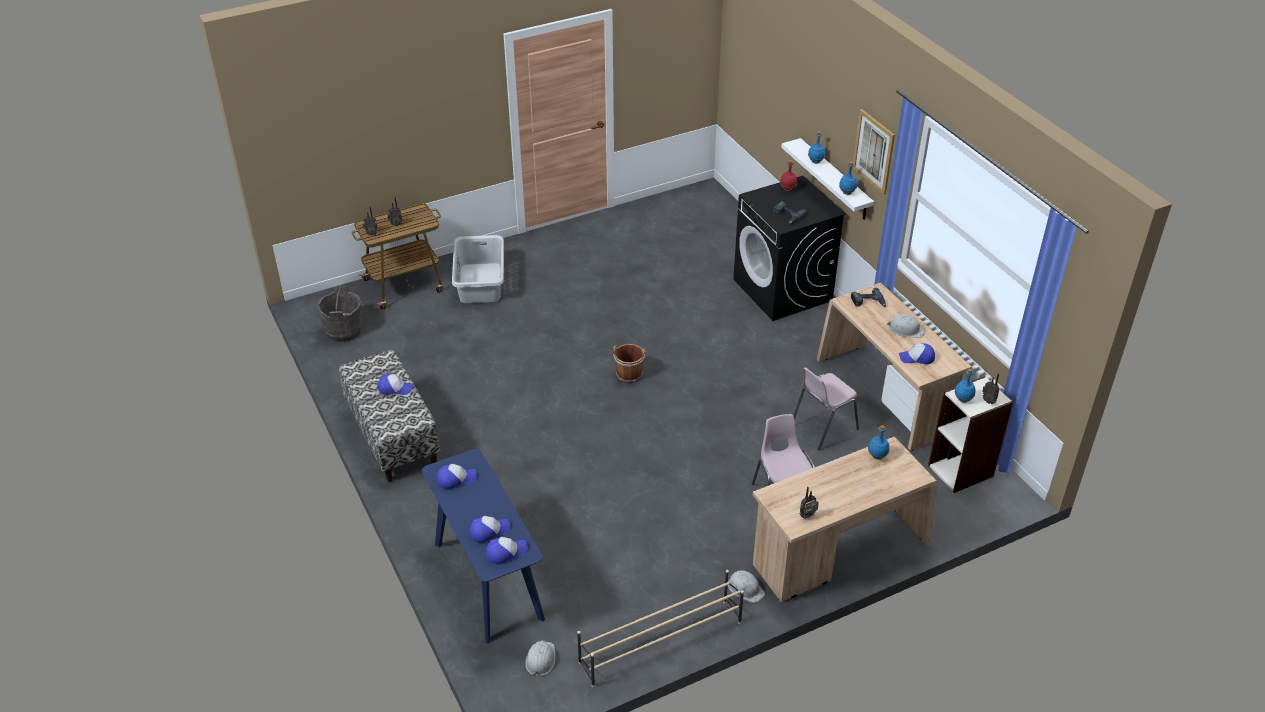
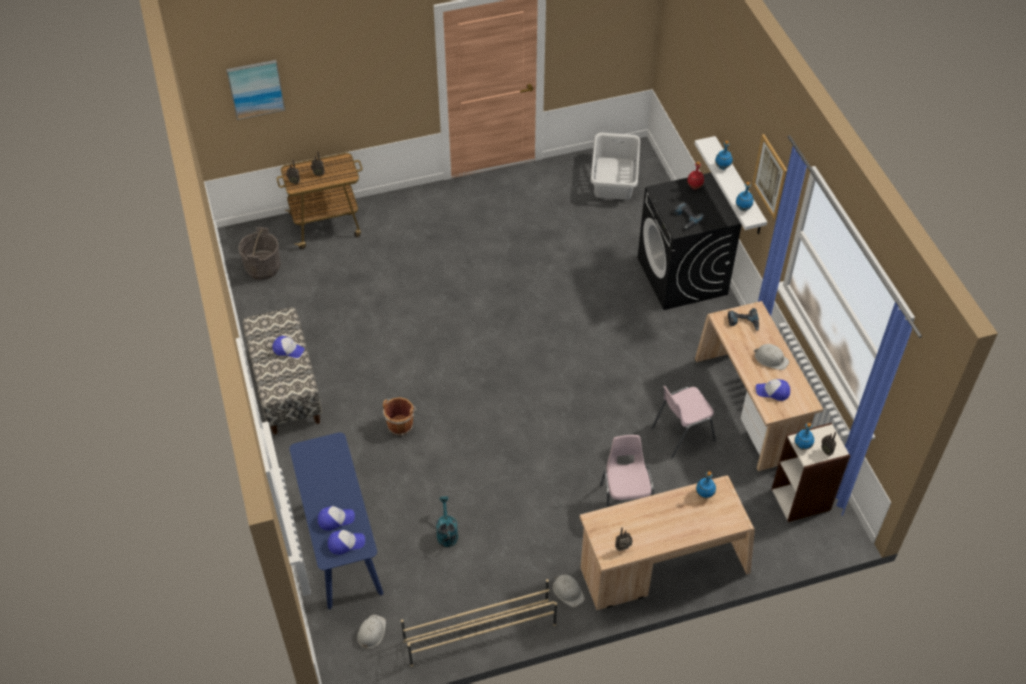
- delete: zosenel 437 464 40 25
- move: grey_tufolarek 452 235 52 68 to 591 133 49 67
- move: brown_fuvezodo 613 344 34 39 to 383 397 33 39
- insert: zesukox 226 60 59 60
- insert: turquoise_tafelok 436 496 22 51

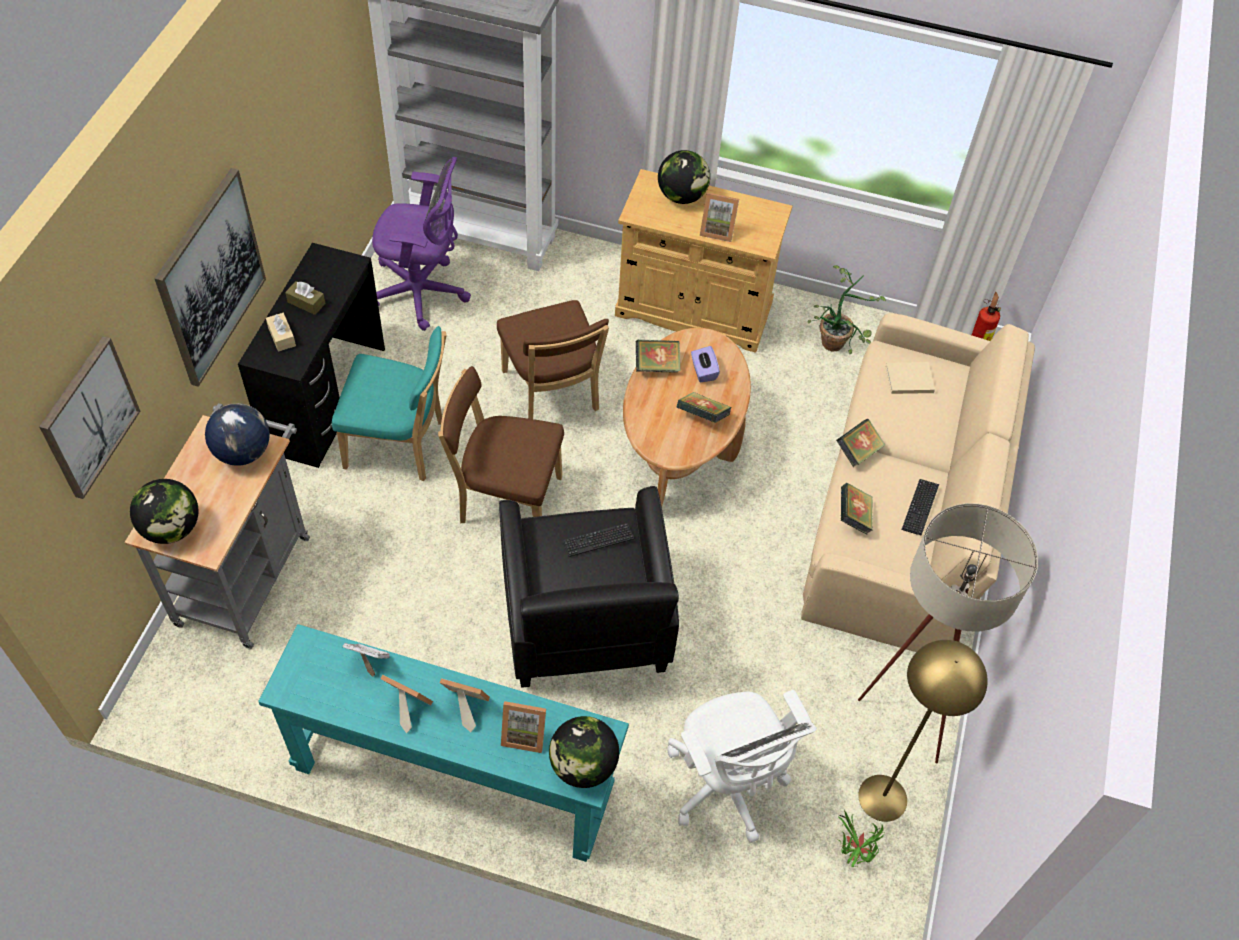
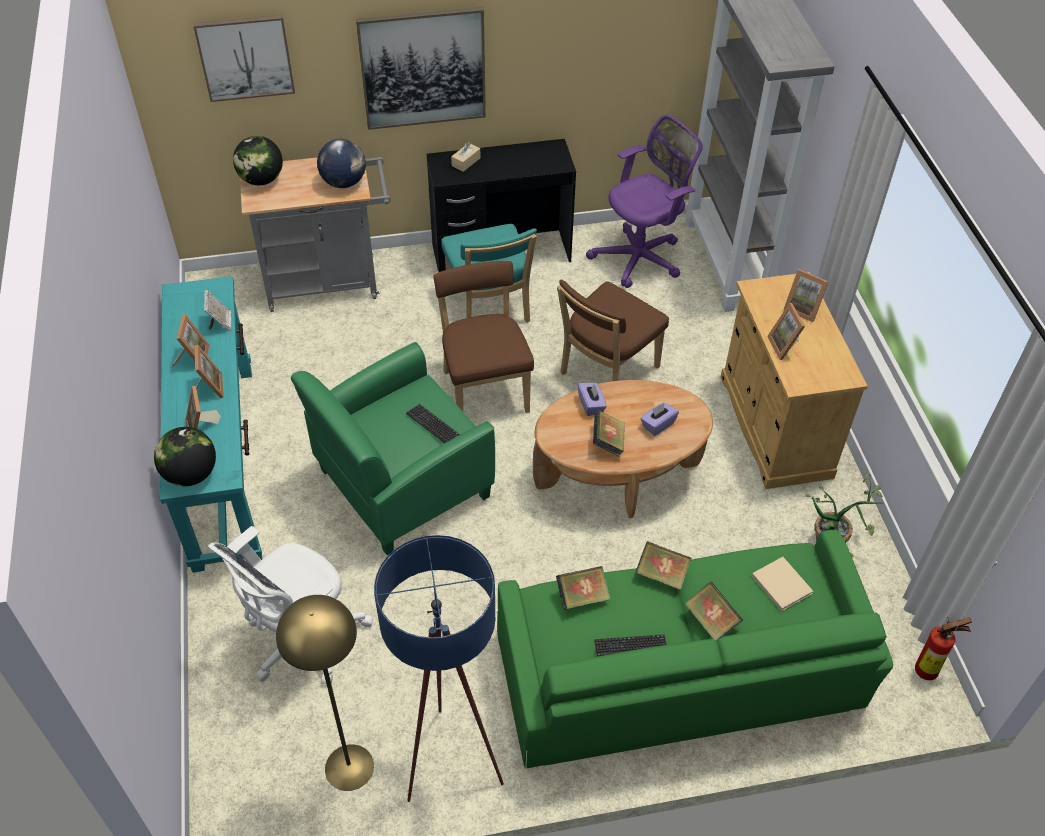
- delete: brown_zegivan 285 281 41 34
- rotate: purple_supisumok 372 157 99 174 = 586 115 117 173 105 degrees counterclockwise
- recolor: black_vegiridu 499 486 180 202 to green_vegiridu 291 342 204 213
- move: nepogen 636 340 45 33 to 684 582 59 59
- replace: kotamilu 658 150 52 54 to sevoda 783 269 46 53
- recolor: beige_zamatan 801 313 234 339 to green_zamatan 497 529 396 239
- delete: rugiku 839 810 46 57
- recolor: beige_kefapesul 858 503 180 260 to blue_kefapesul 374 535 130 267
- insert: purple_zegivan 578 382 29 34

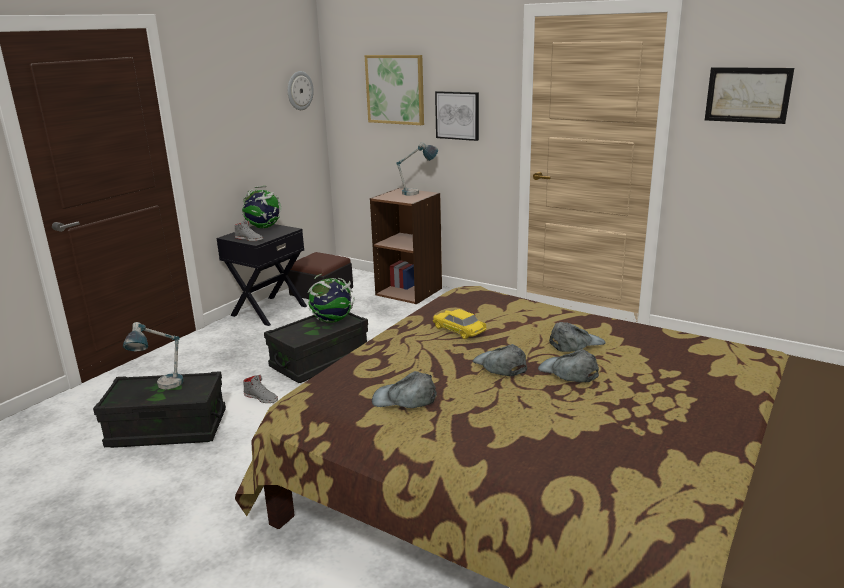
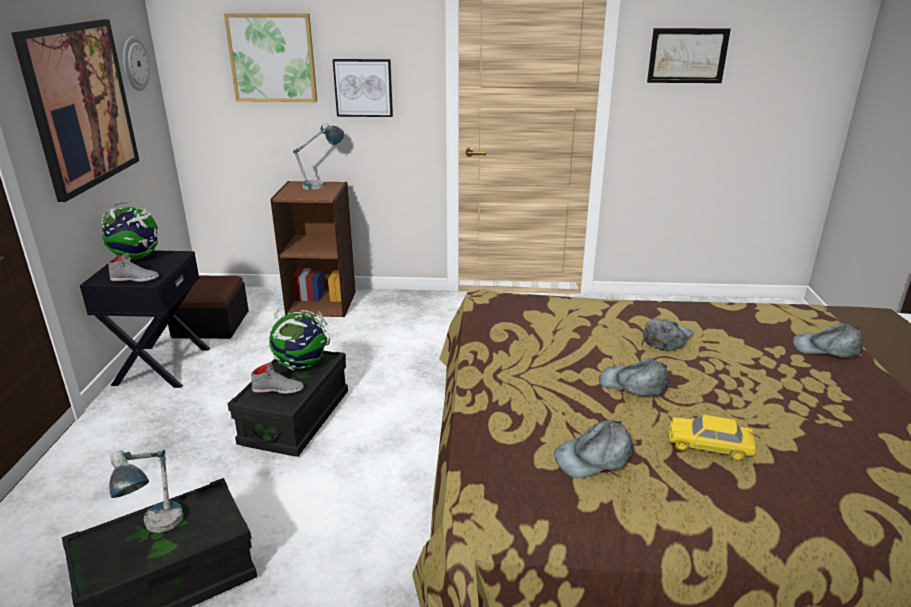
- move: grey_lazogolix 243 374 35 29 to 251 362 53 32
- move: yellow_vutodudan 433 309 53 30 to 668 415 88 46
- move: grey_zosenel 538 349 61 33 to 793 323 70 35
- insert: zesukox 11 19 128 183

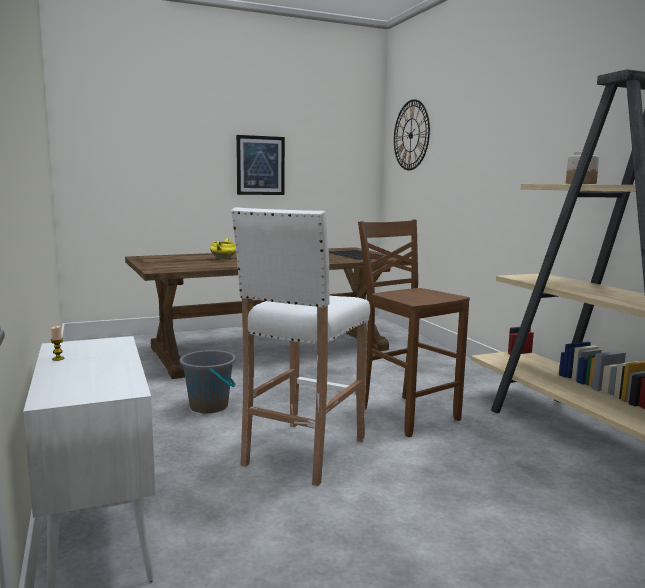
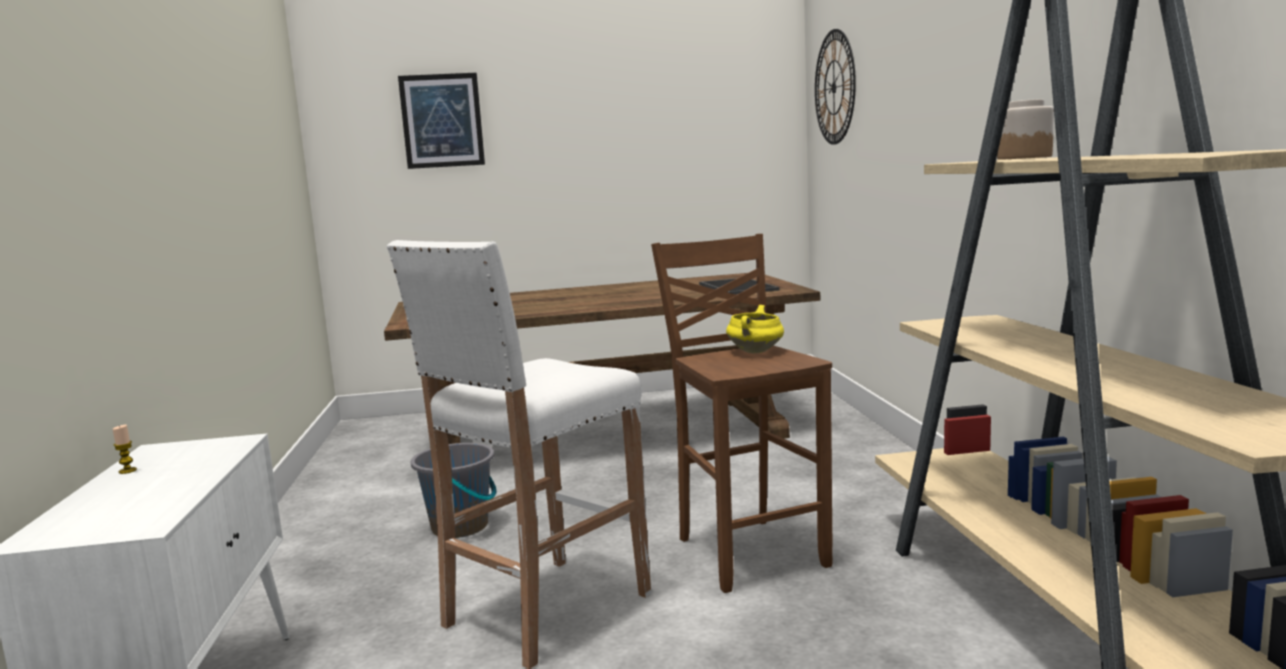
- move: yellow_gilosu 210 238 26 22 to 726 305 58 48
- move: zesukox 236 135 49 60 to 398 73 87 96

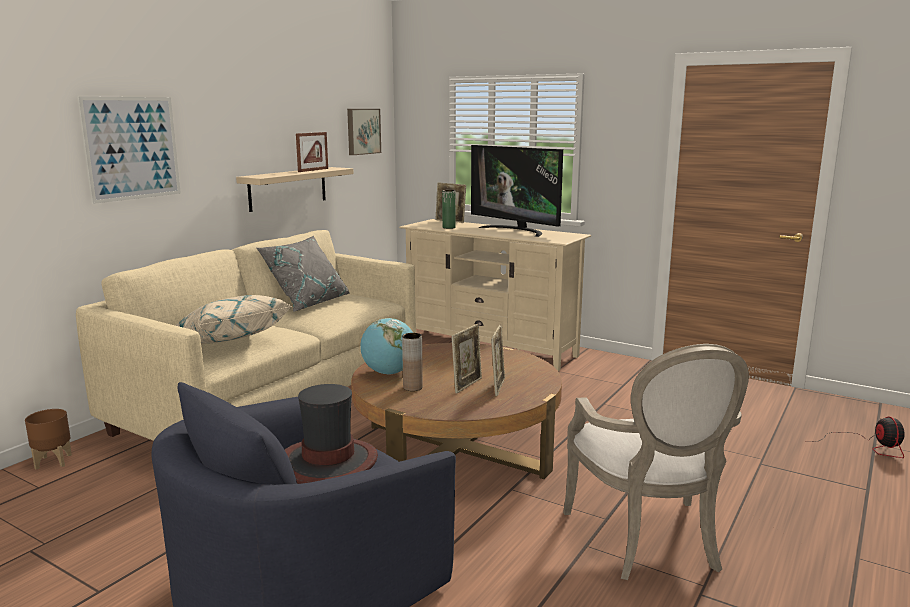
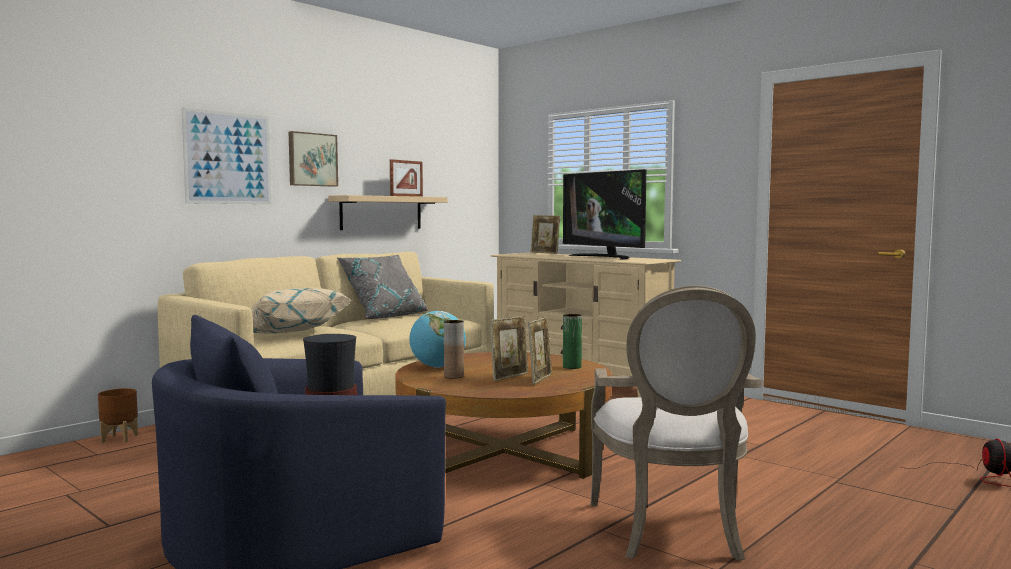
- move: zesukox 347 109 34 46 to 289 131 49 56
- move: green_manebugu 442 190 14 39 to 563 314 19 55

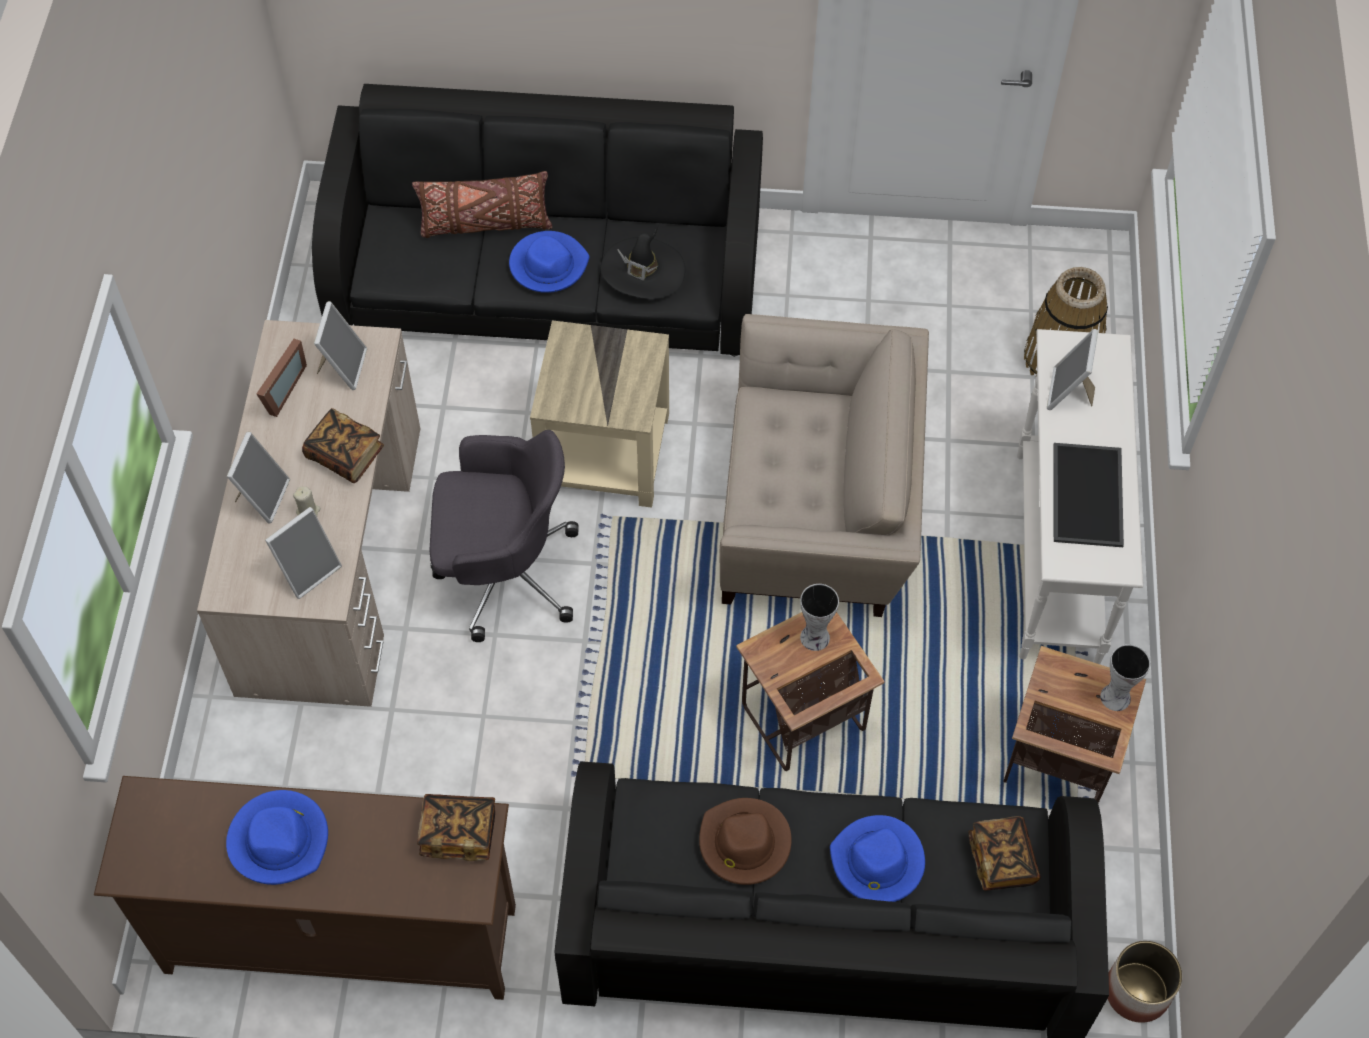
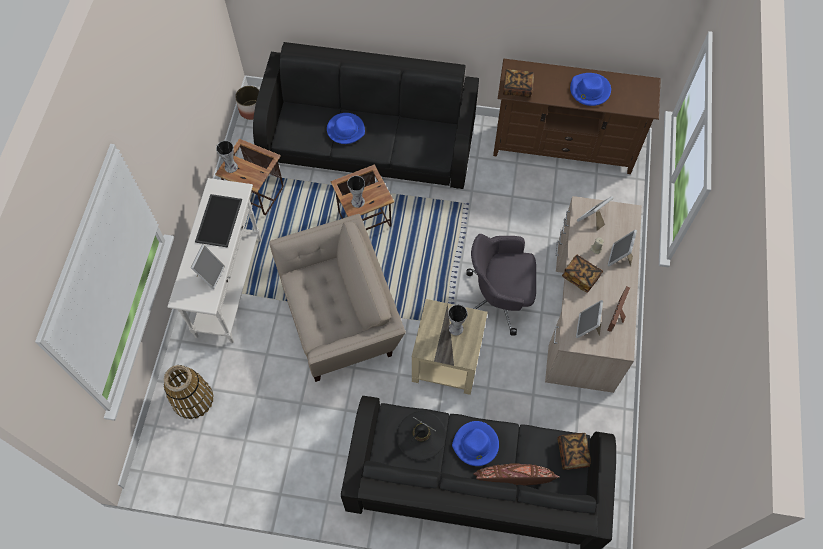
- delete: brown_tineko 699 798 92 87
- rotate: beige_vegiridu 719 314 210 303 = 269 214 137 168 150 degrees clockwise
- move: nepogen 969 816 72 75 to 557 433 34 37
- insert: manebugu 448 304 20 31

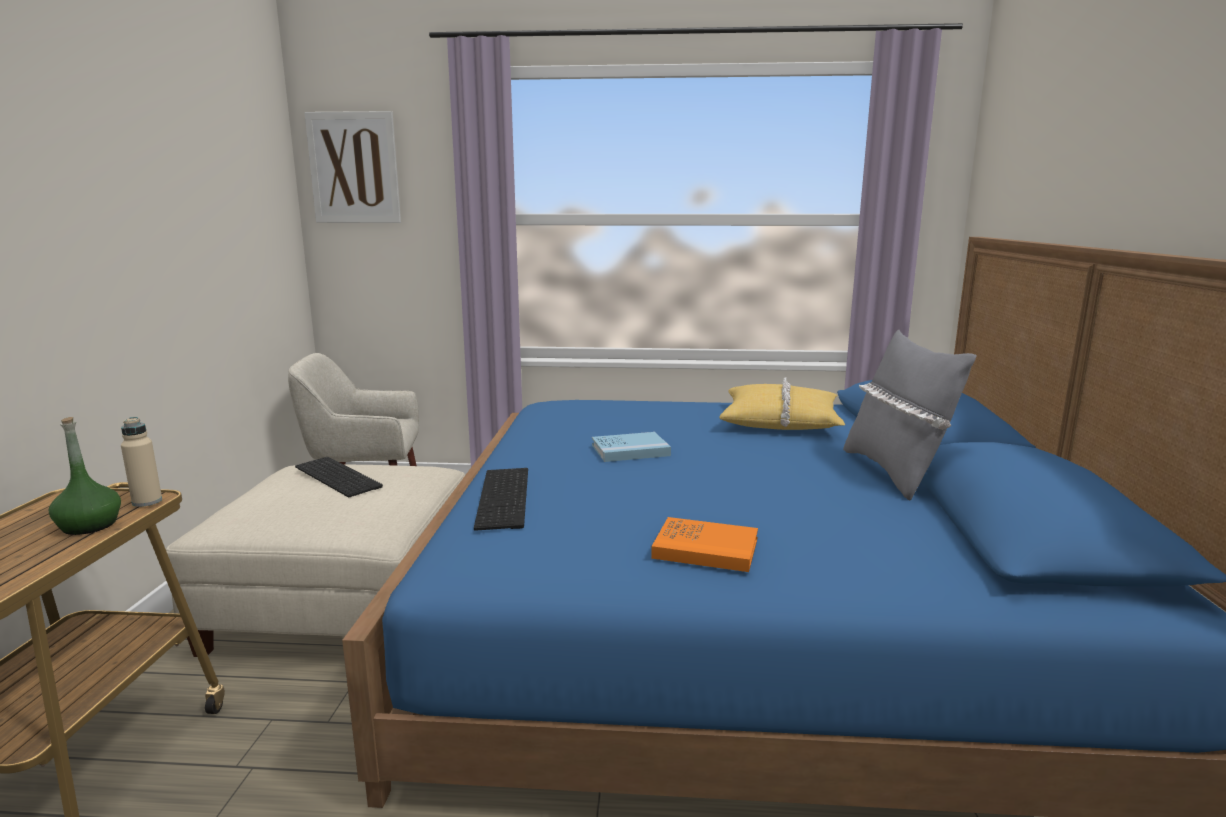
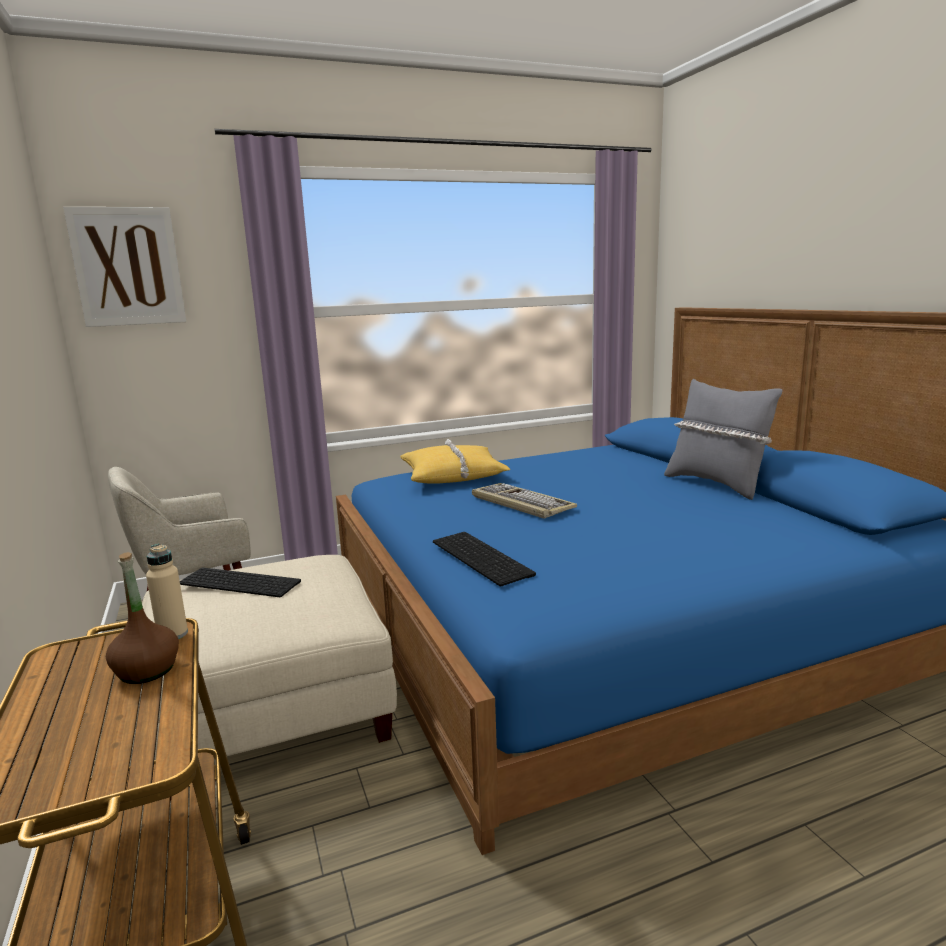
- recolor: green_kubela 49 417 72 118 to brown_kubela 106 552 73 132
- replace: blue_nepogen 592 432 79 30 to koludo 472 483 105 36
- delete: orange_nepogen 651 517 107 55
- move: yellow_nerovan 719 377 126 53 to 400 439 110 45

